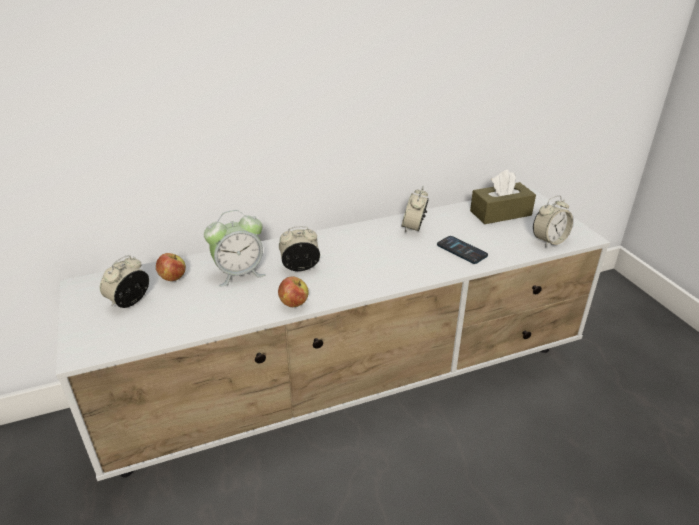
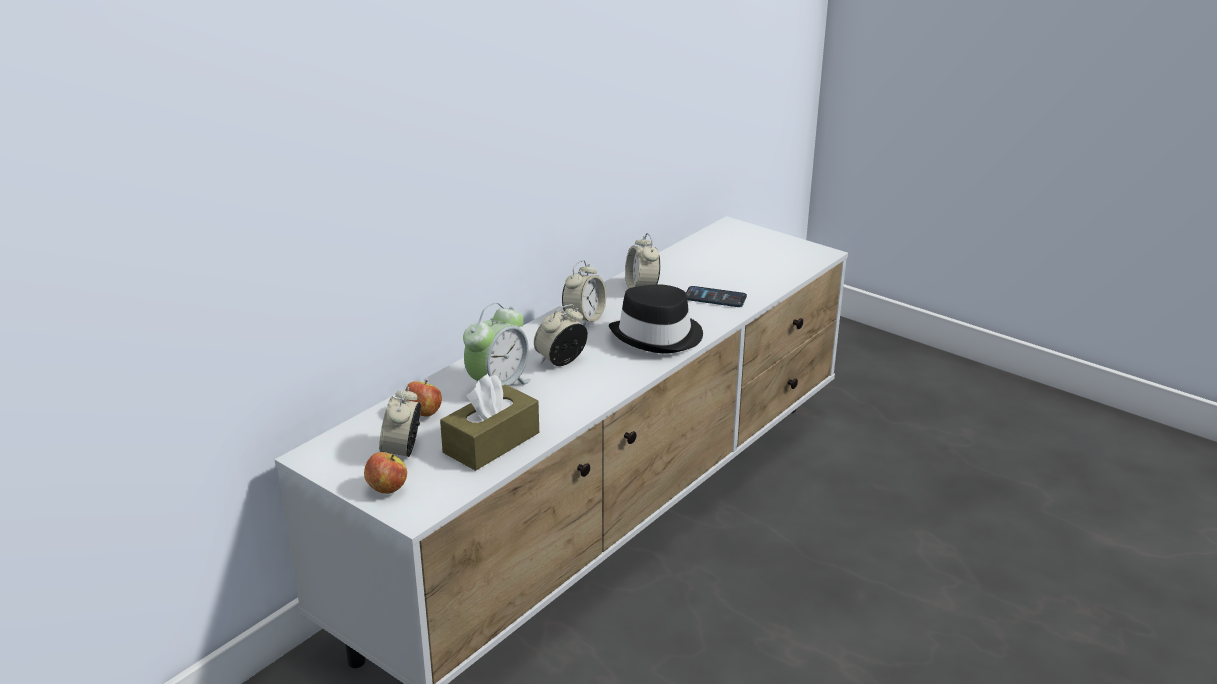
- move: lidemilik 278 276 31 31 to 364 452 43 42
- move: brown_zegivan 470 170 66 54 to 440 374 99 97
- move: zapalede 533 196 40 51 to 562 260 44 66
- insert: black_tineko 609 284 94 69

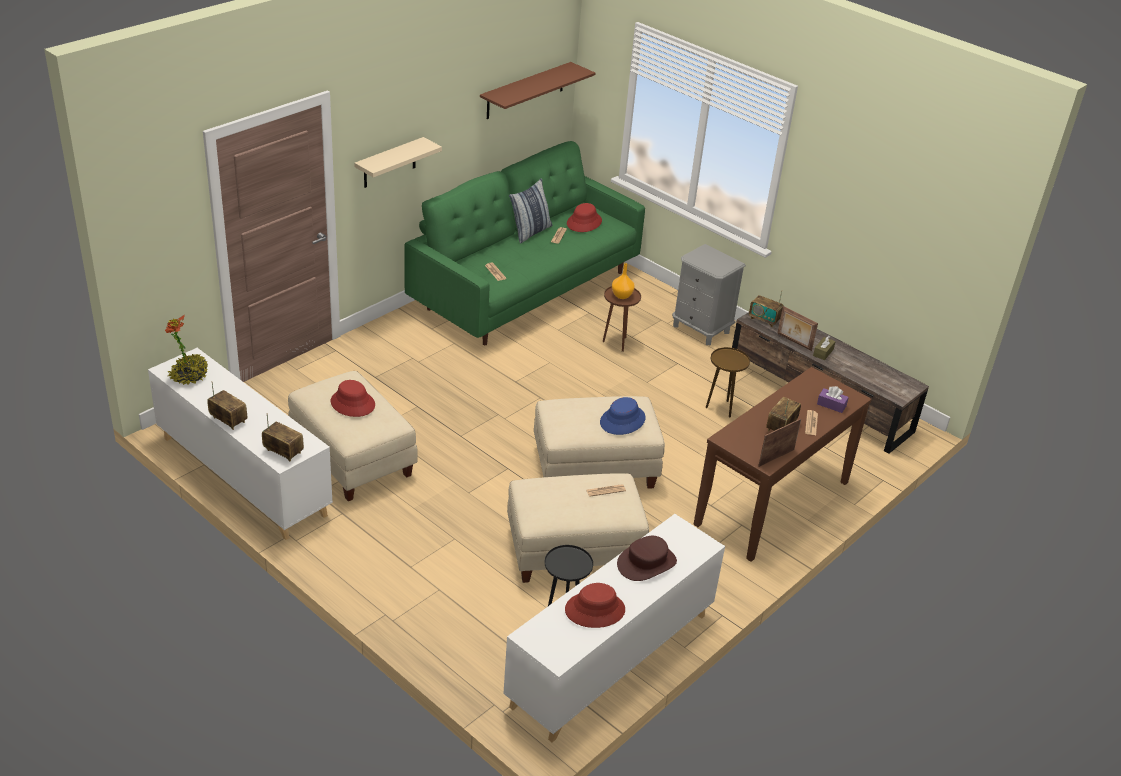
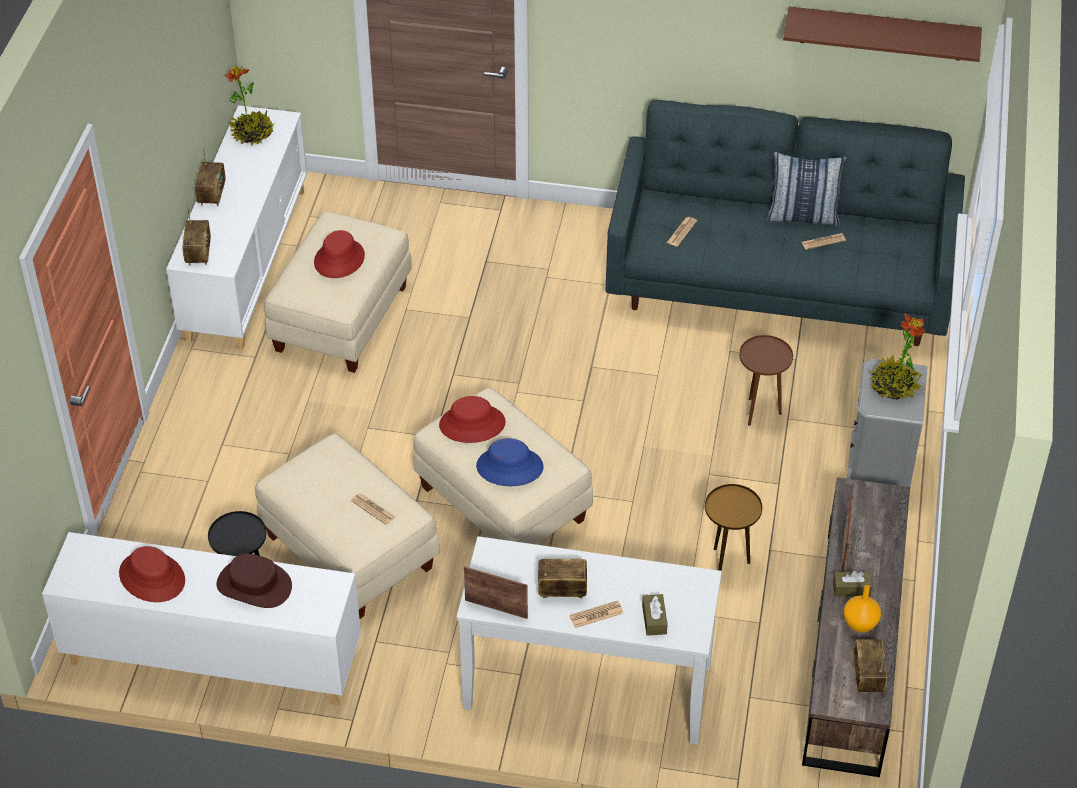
- delete: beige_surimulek 354 137 88 51
- recolor: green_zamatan 404 141 241 204 to grey_zamatan 606 100 359 246
- move: red_tineko 567 203 35 29 to 439 396 67 47
- move: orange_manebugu 612 263 23 36 to 844 585 37 48
- recolor: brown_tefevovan 694 367 178 195 to white_tefevovan 457 536 265 209
- move: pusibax 749 291 35 36 to 853 639 34 55
- recolor: purple_zegivan 817 386 32 27 to brown_zegivan 642 594 26 42
- insert: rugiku 871 314 54 86

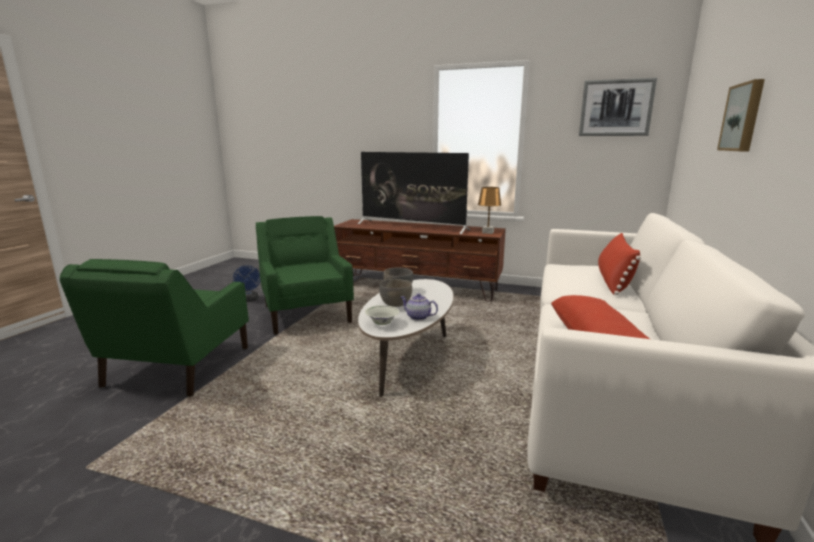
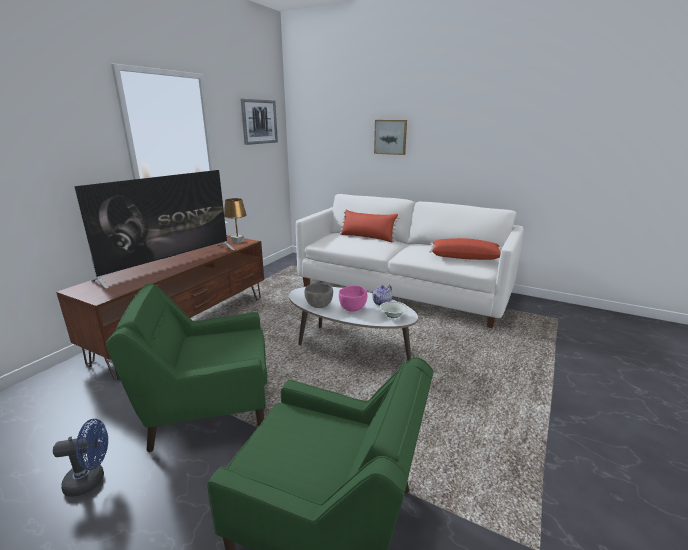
- recolor: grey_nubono 379 279 33 28 to pink_nubono 339 286 28 26

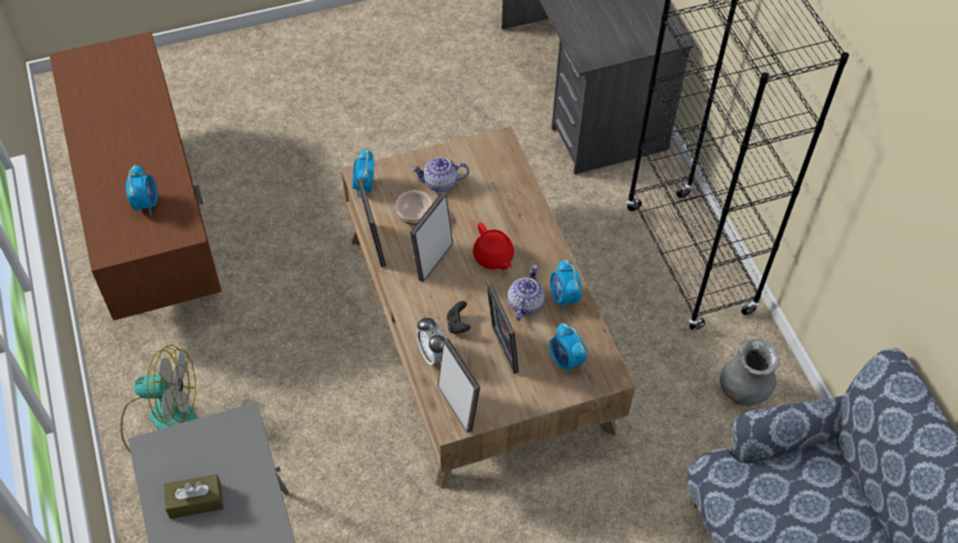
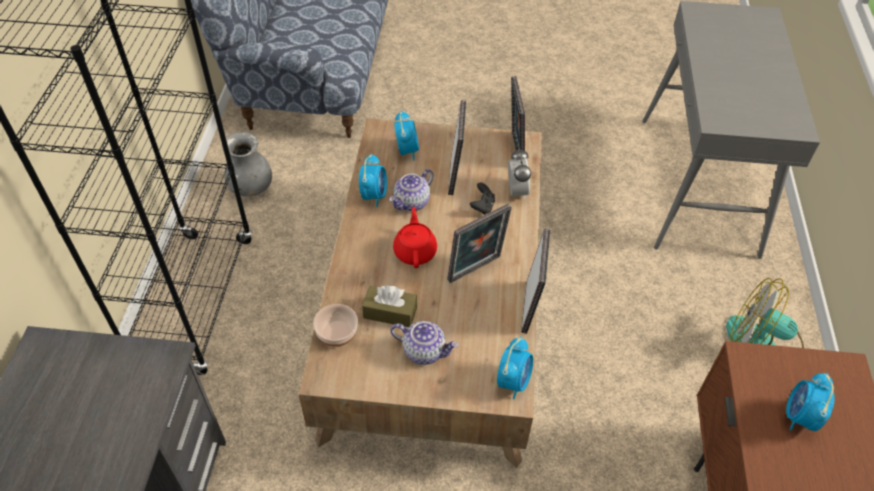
- move: brown_zegivan 164 474 59 45 to 362 285 55 42
- move: nubono 396 190 37 36 to 313 304 45 43

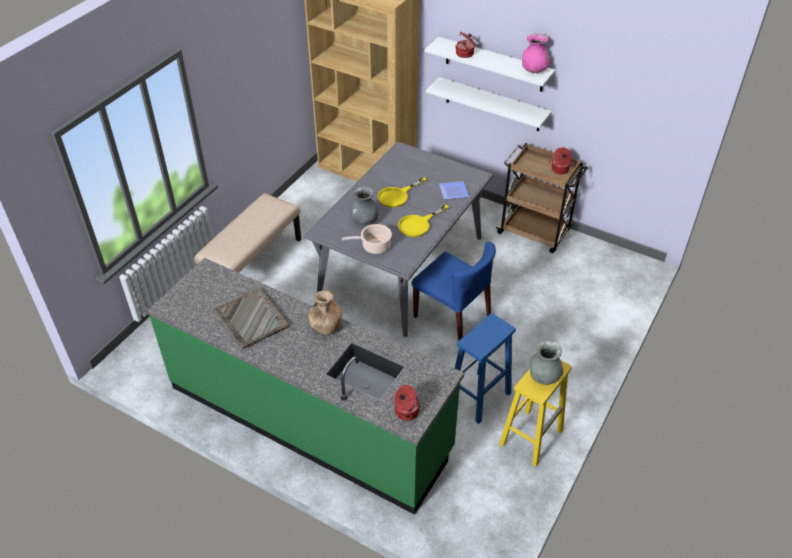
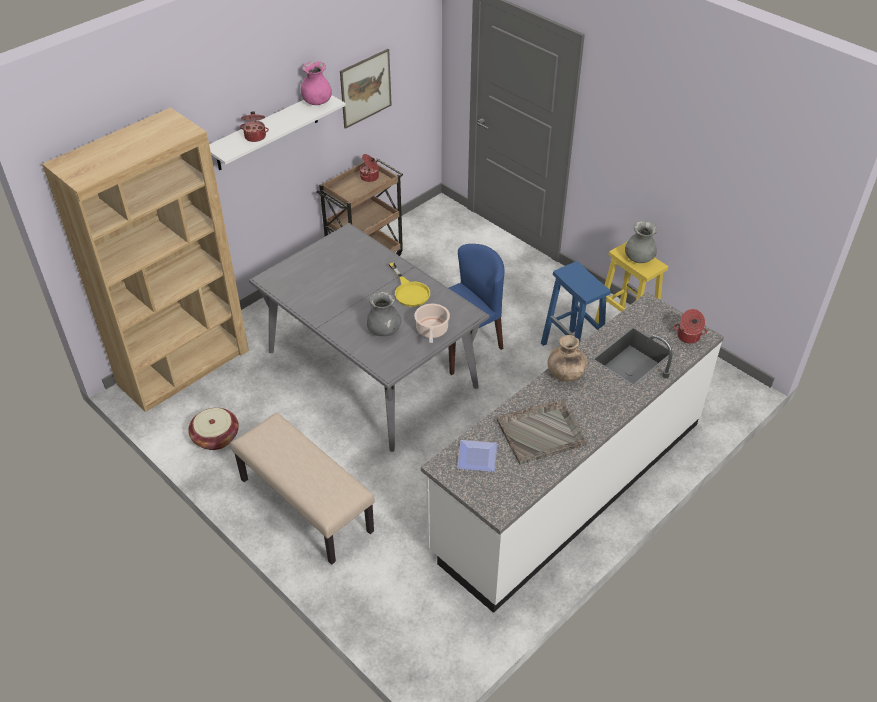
- recolor: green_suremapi 147 258 317 257 to white_suremapi 421 292 303 321
- delete: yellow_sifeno 378 177 49 31
- delete: white_surimulek 426 77 126 54
- move: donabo 439 181 30 19 to 457 440 40 32
- insert: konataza 188 408 51 42
- insert: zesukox 340 49 52 80

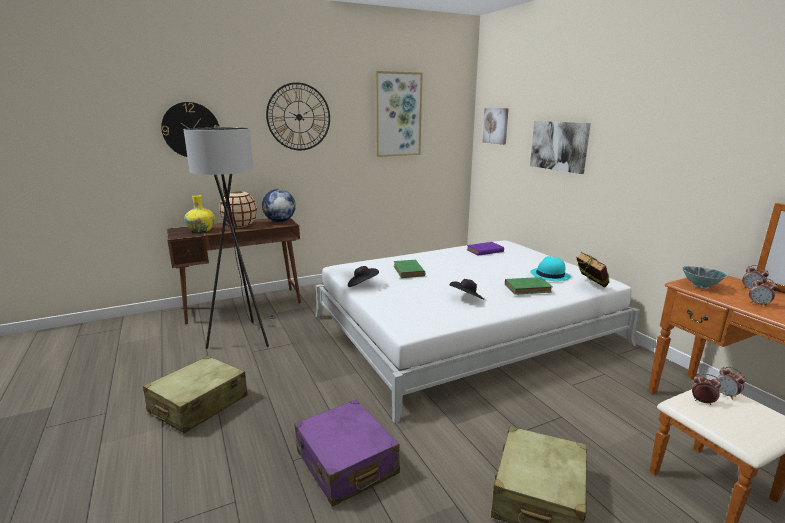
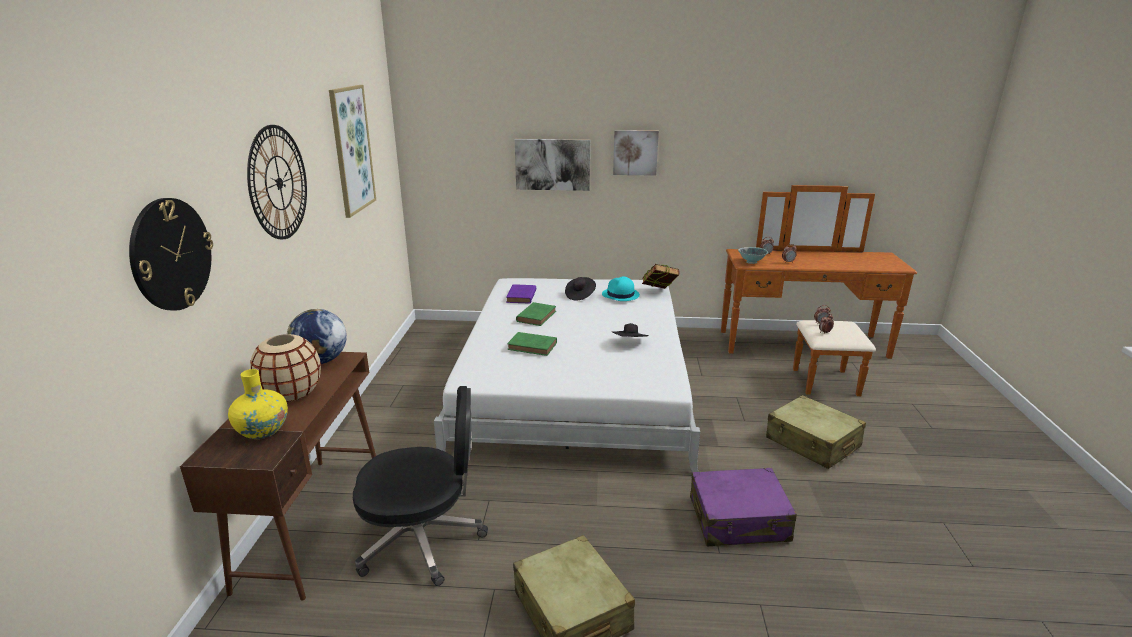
- replace: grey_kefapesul 183 127 93 222 to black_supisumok 353 386 135 200
- move: black_tineko 348 266 31 21 to 565 277 31 23
- move: zesukox 482 108 27 37 to 613 130 46 46
- move: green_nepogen 505 277 48 18 to 516 302 40 24

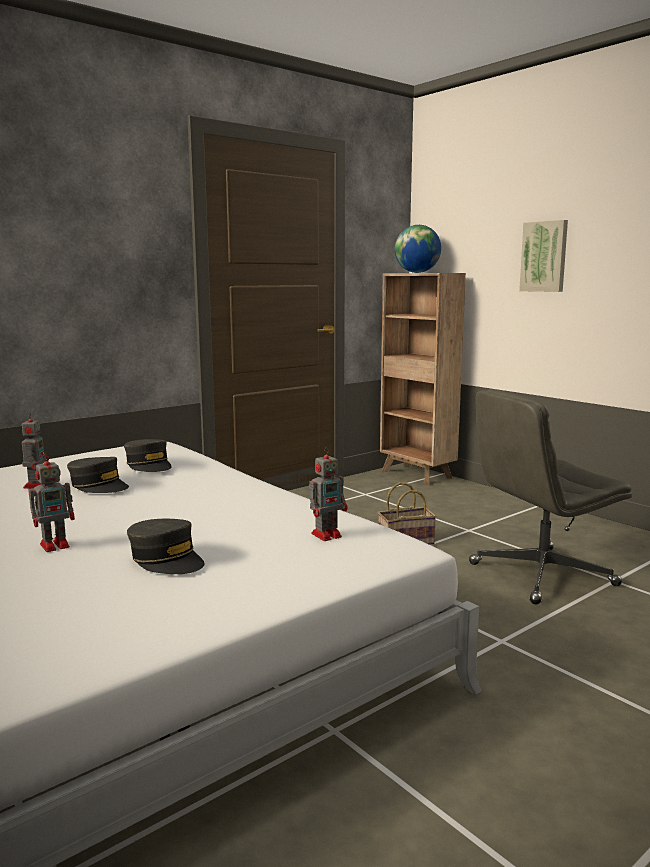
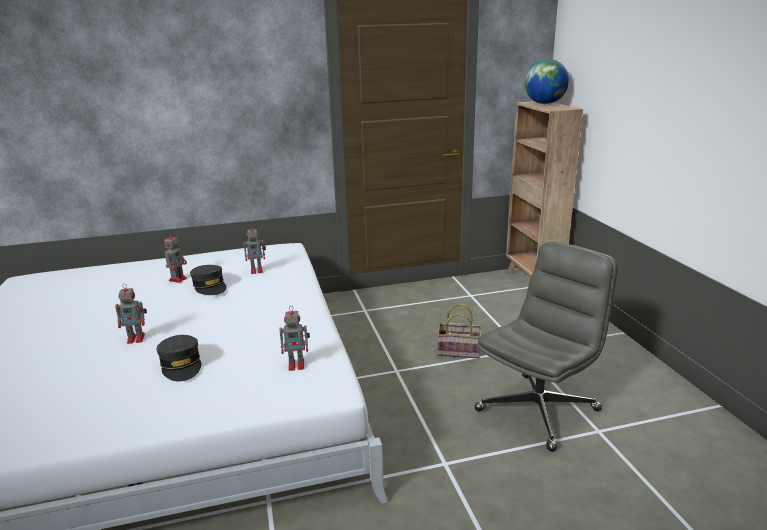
- replace: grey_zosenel 124 439 48 33 to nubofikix 243 225 23 49
- rotate: grey_supisumok 469 389 163 215 = 474 242 144 210 135 degrees clockwise
- delete: zesukox 519 220 49 72

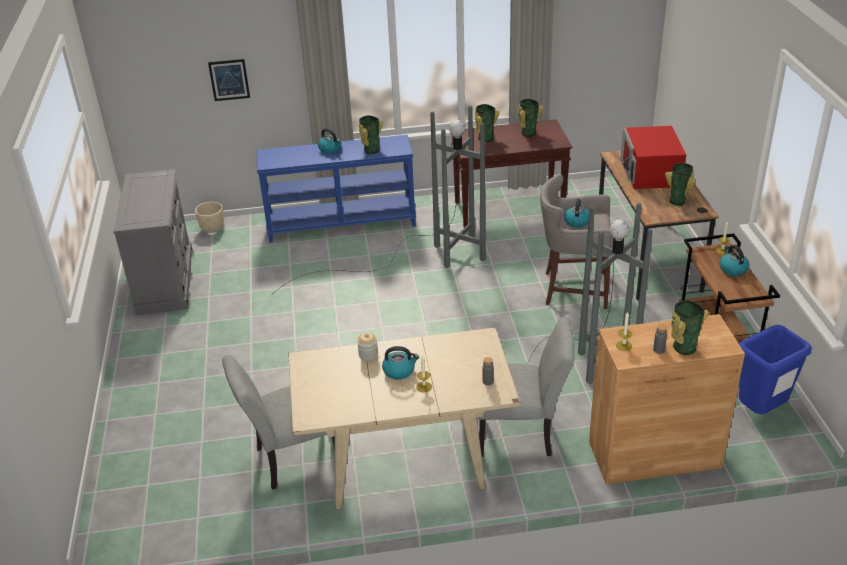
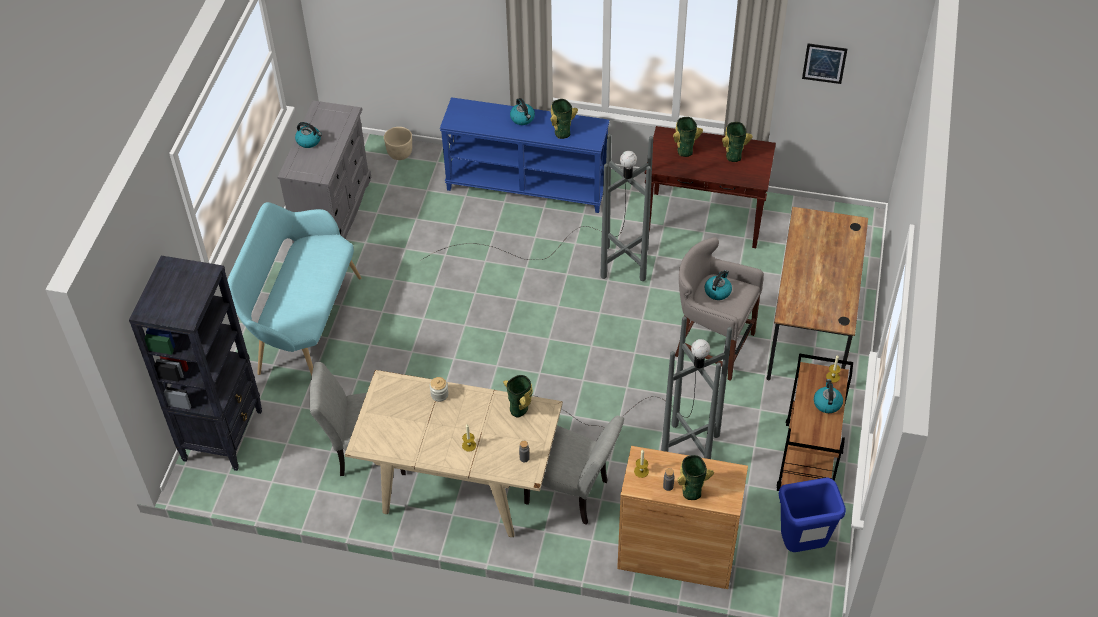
- move: zesukox 208 59 42 42 to 802 43 45 41
- move: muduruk 382 346 37 34 to 295 122 27 26
- delete: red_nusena 620 126 66 63
- move: manebugu 665 163 31 43 to 503 375 30 43
- insert: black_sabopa 129 256 133 215
- insert: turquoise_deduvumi 227 202 134 174

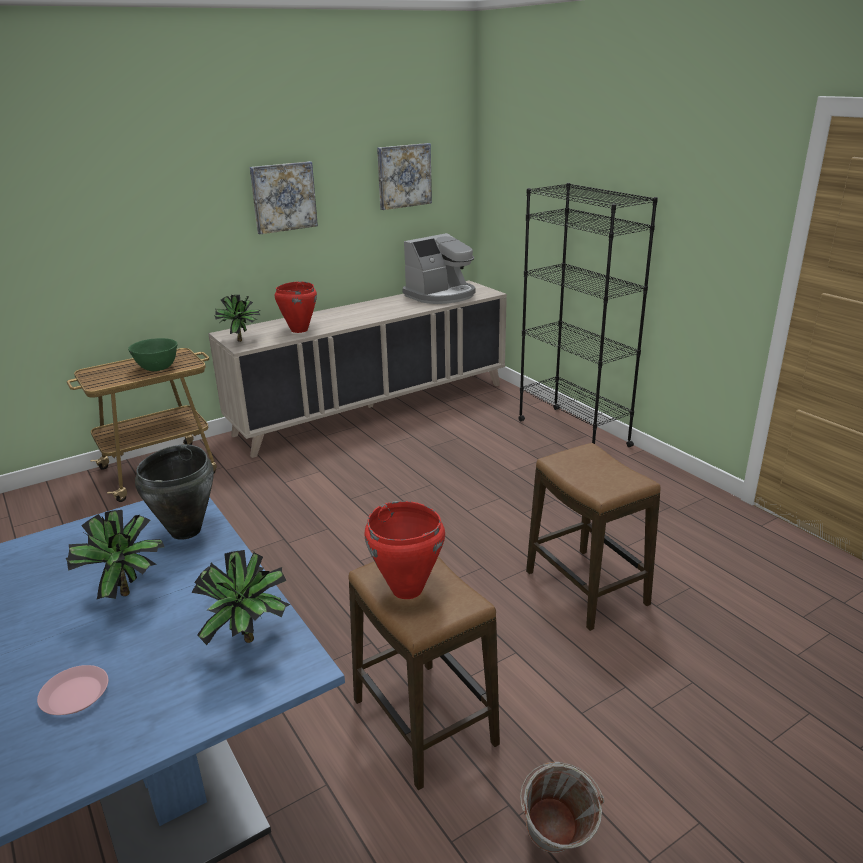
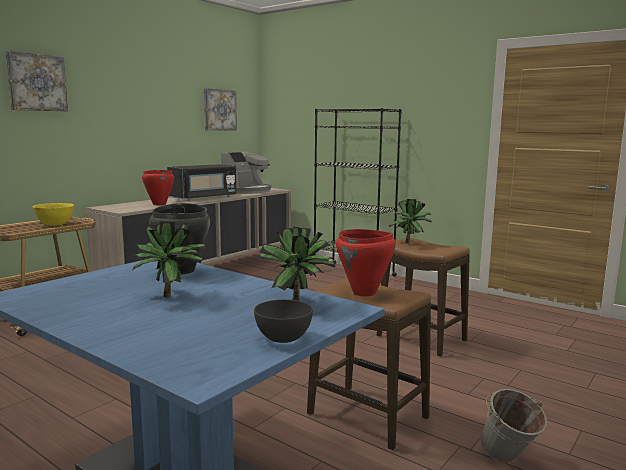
- delete: pink_donabo 37 665 71 50
- recolor: green_nubono 128 338 49 33 to yellow_nubono 32 203 42 23
- move: rugiku 214 295 47 47 to 389 199 43 44
- move: zesukox 250 161 68 73 to 6 51 62 60
- insert: black_nusena 167 164 69 37
- insert: grey_nubono 254 299 59 44

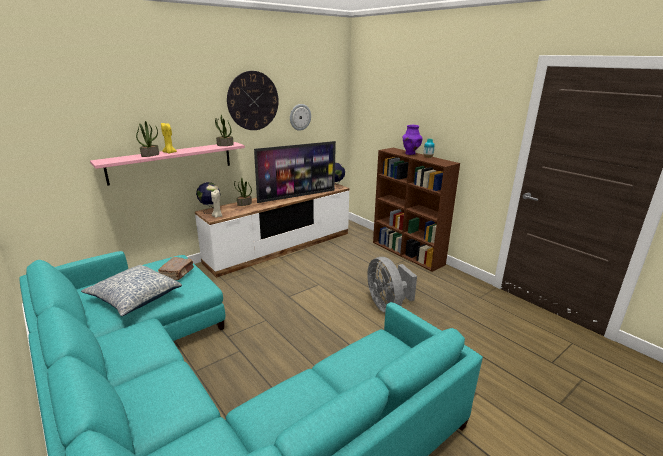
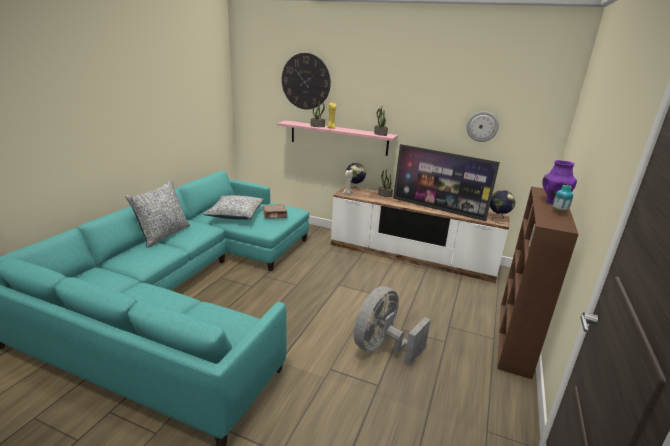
- move: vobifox 227 71 52 59 to 282 53 49 56
- insert: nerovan 125 179 65 69

